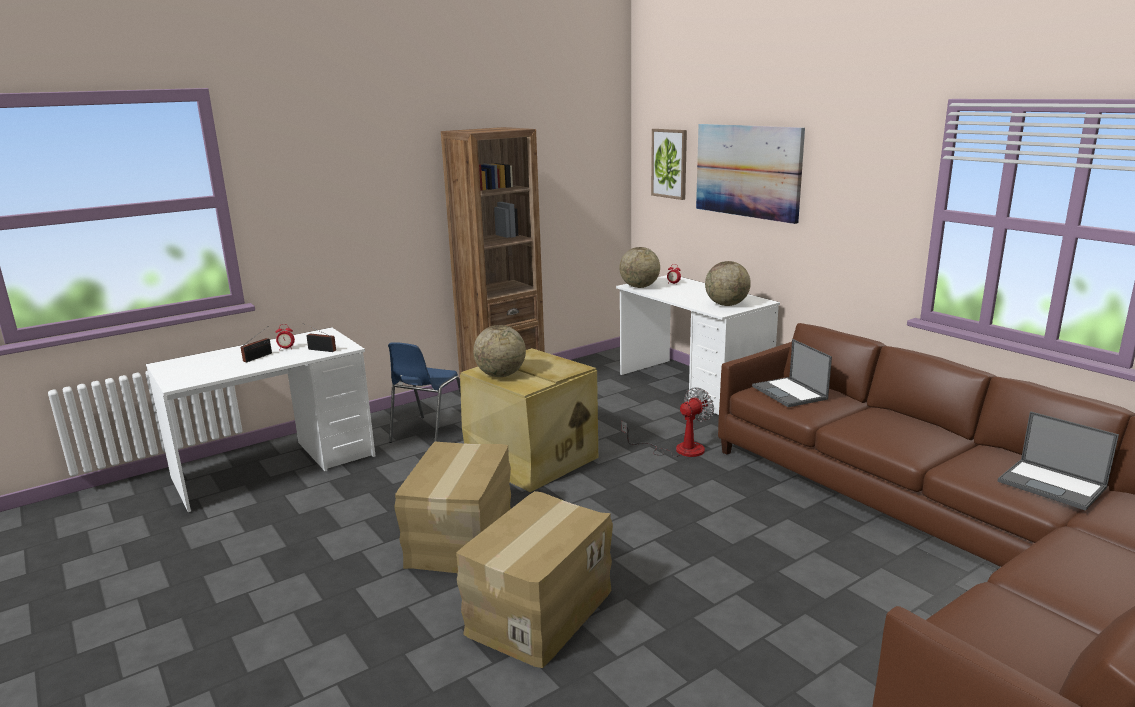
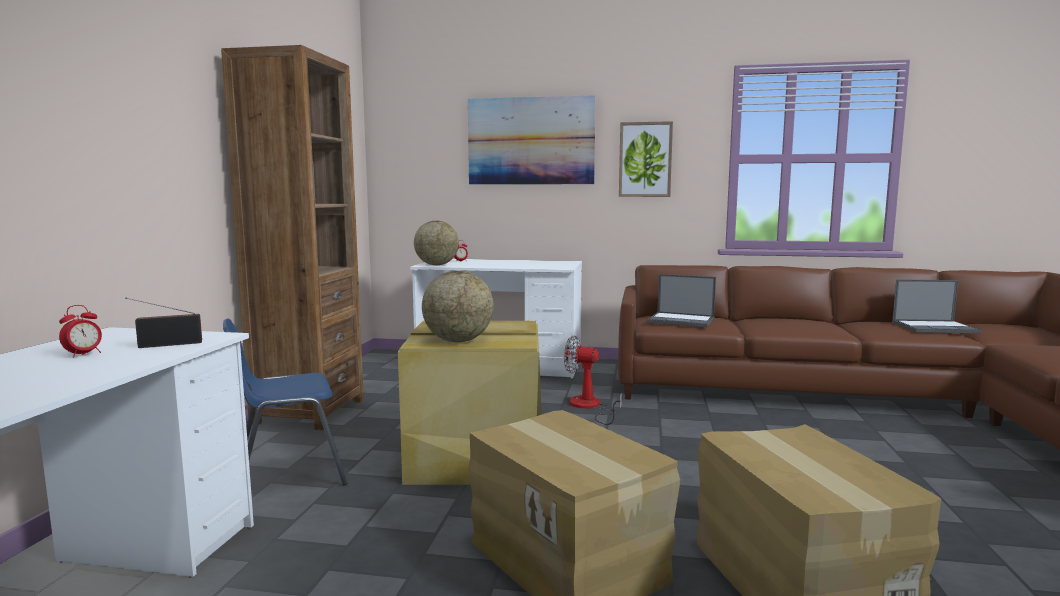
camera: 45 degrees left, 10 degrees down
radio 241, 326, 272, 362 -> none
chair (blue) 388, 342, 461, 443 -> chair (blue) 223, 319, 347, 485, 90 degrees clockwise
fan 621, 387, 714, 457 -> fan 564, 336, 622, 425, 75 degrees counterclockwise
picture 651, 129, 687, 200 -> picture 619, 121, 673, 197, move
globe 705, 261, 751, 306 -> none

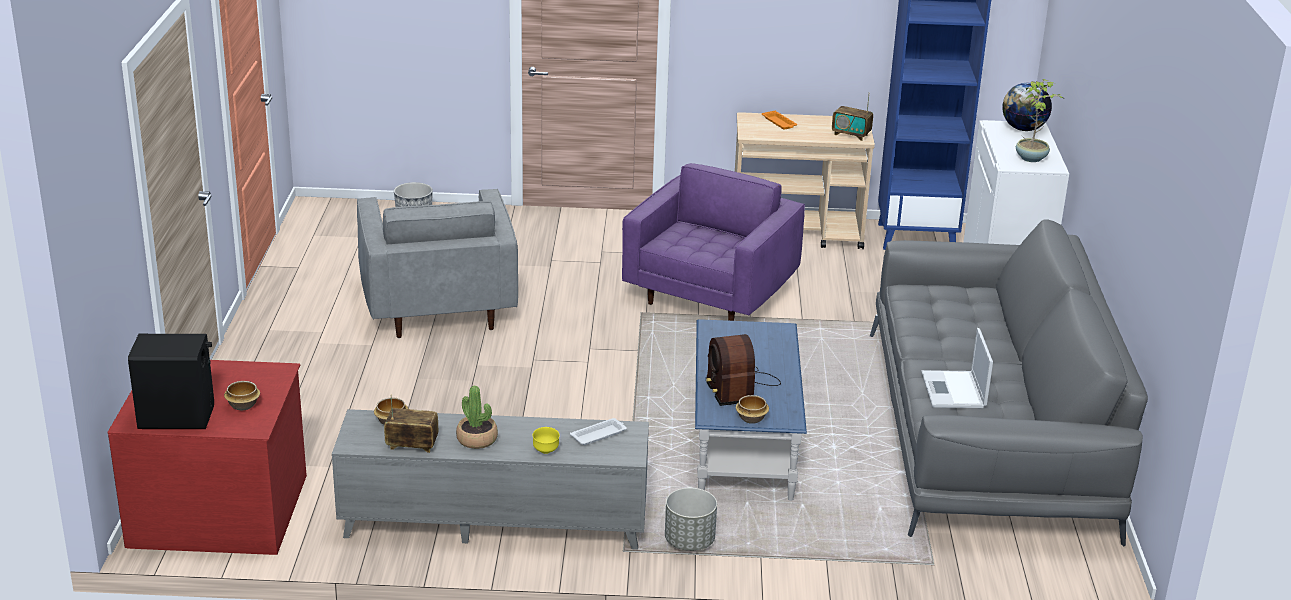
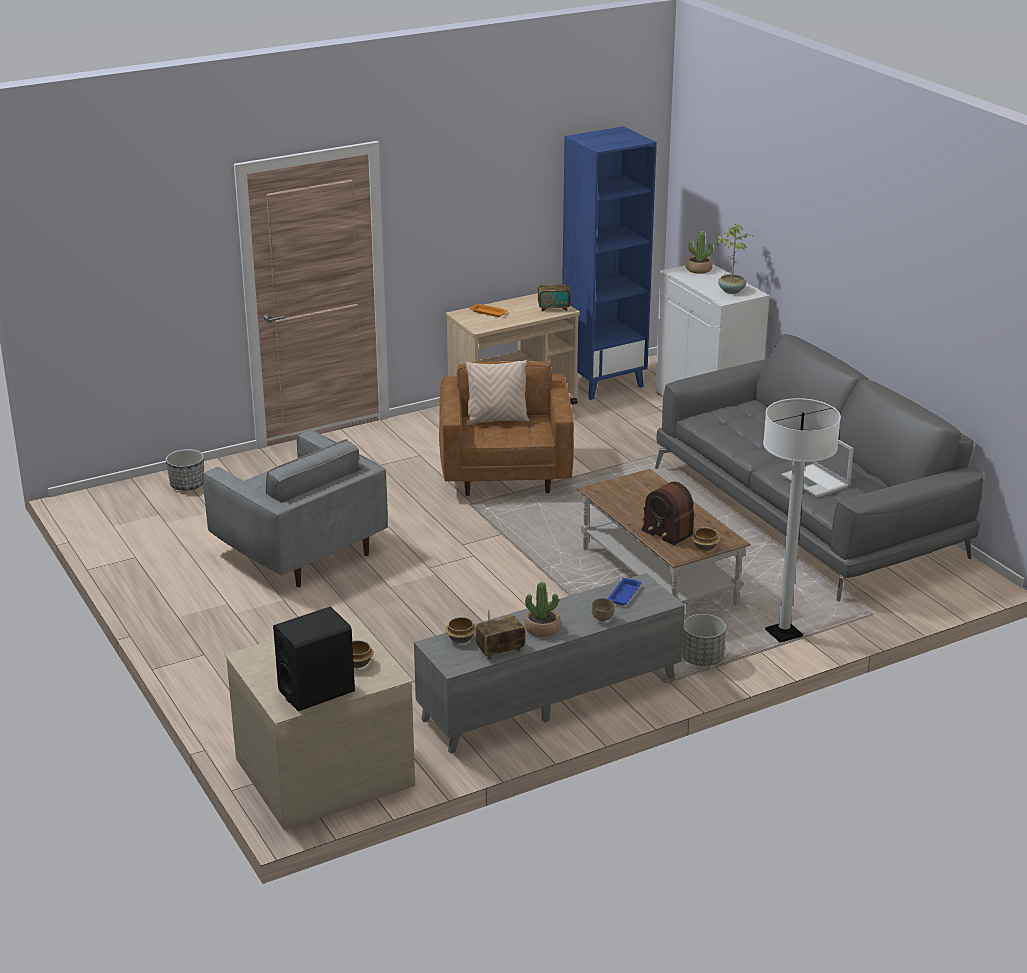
camera: 30 degrees left, 0 degrees up
dresser (red) 107, 360, 307, 555 -> dresser (beige) 225, 616, 415, 830
bowl (yellow) 533, 427, 560, 454 -> bowl (brown) 592, 598, 615, 621
tray (white) 570, 418, 627, 445 -> tray (blue) 608, 578, 642, 605
armchair (purple) 622, 163, 805, 321 -> armchair (brown) 439, 361, 574, 496
coffee table (blue) 695, 319, 807, 501 -> coffee table (brown) 577, 469, 751, 606
globe 1002, 83, 1052, 131 -> potted plant 686, 231, 713, 274
none -> pillow (beige) 465, 360, 529, 425
none -> floor lamp (white) 763, 398, 841, 643

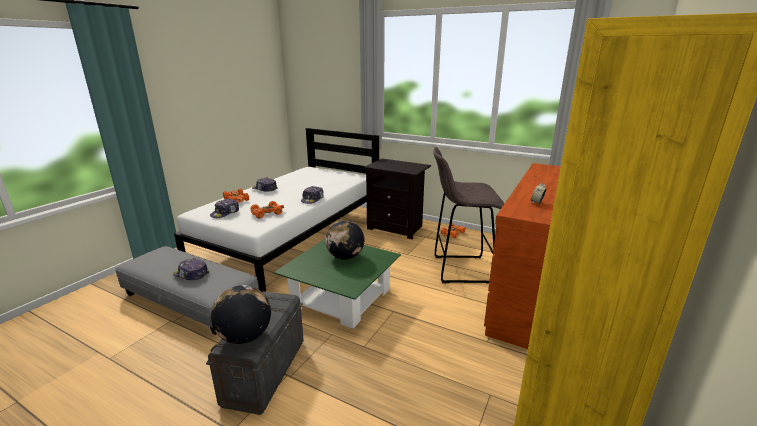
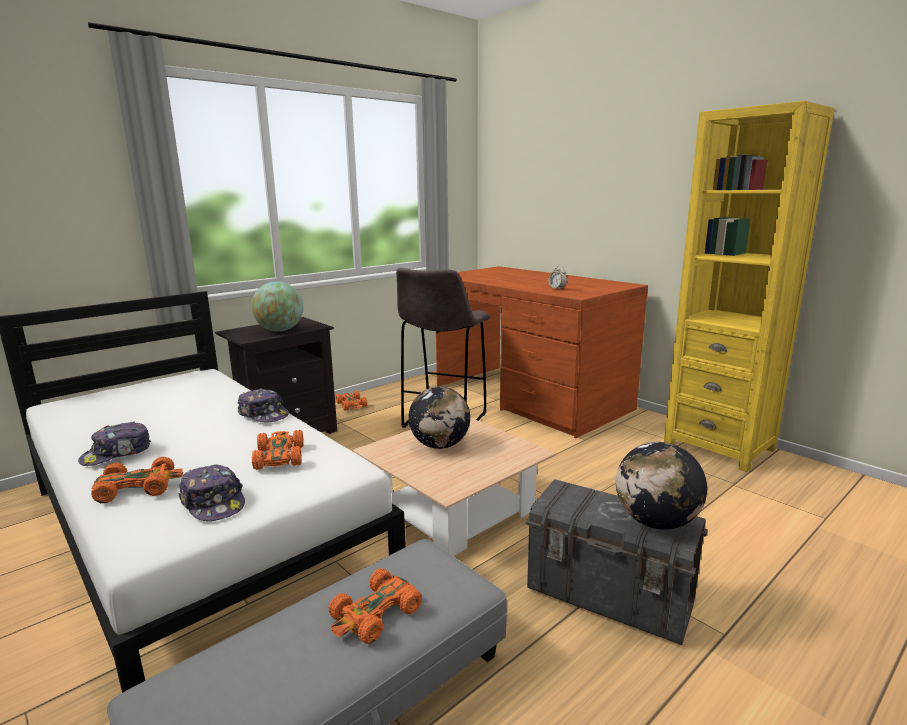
camera: 70 degrees left, 5 degrees down
cap 173, 258, 209, 280 -> toy car (orange) 328, 568, 422, 644
coffee table (green) 274, 239, 401, 329 -> coffee table (beige) 352, 418, 557, 556
none -> globe 251, 282, 304, 332

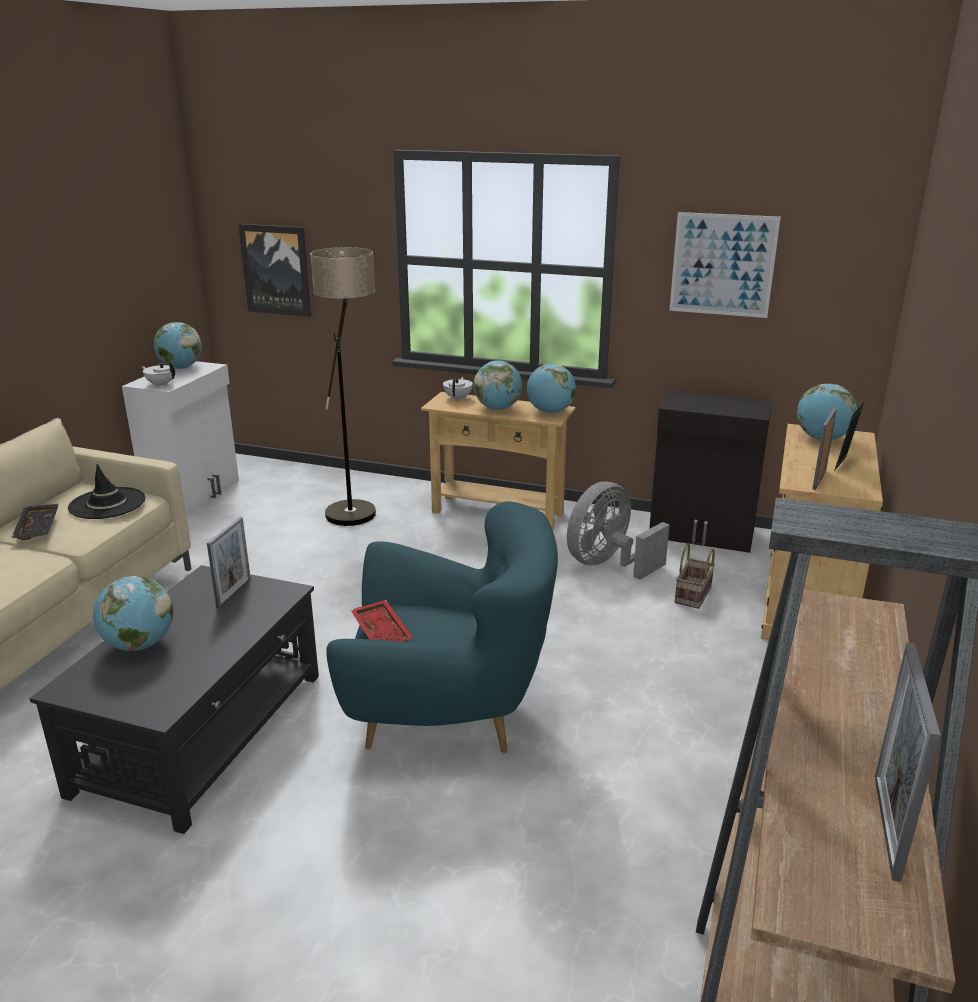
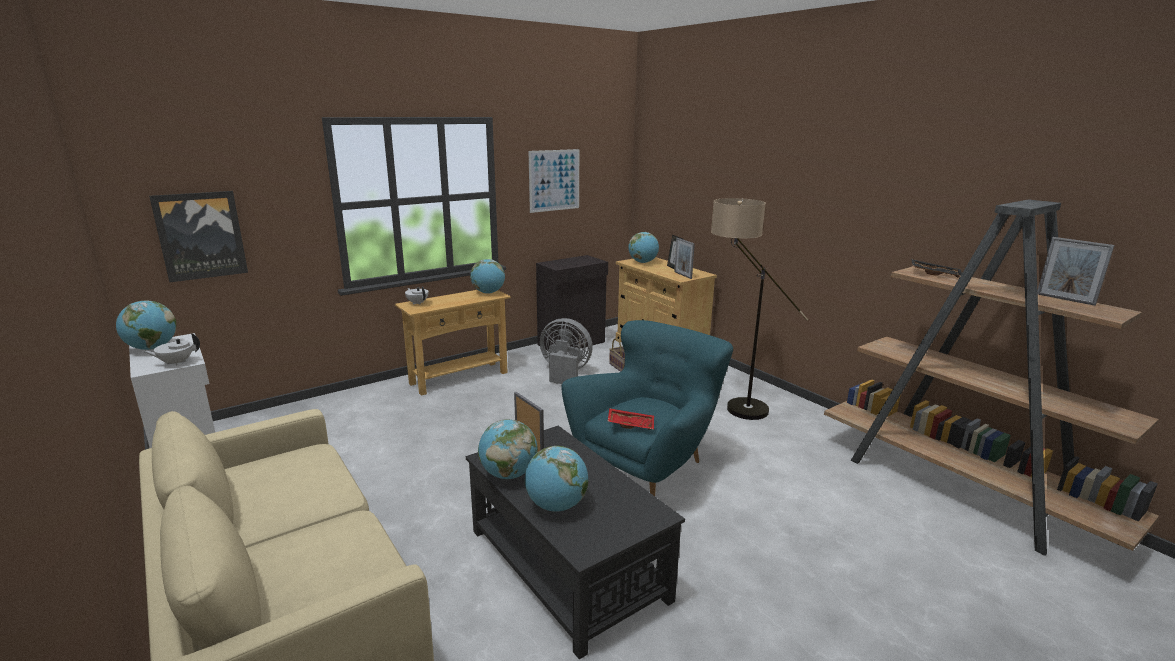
camera: 55 degrees left, 5 degrees down
tray (black) 11, 504, 59, 540 -> tray (black) 911, 259, 962, 278, move
hat (black) 68, 464, 146, 519 -> none
floor lamp 310, 247, 376, 526 -> floor lamp 711, 198, 808, 420, move
globe 474, 361, 522, 410 -> globe 478, 419, 538, 479, move
fan (grey) 567, 482, 669, 580 -> fan (grey) 540, 318, 593, 384, 120 degrees clockwise

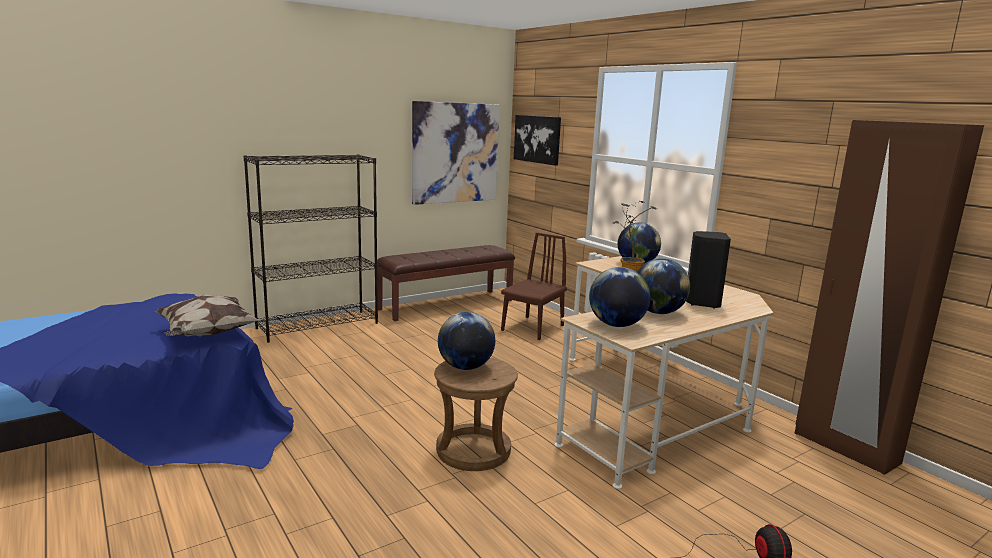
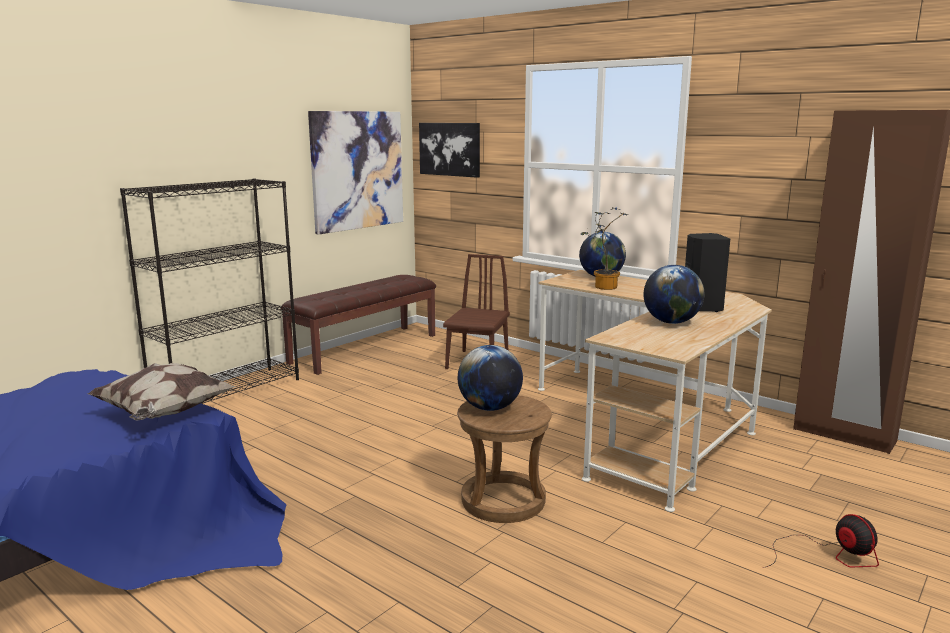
camera: 15 degrees left, 0 degrees up
globe 589, 267, 650, 327 -> none

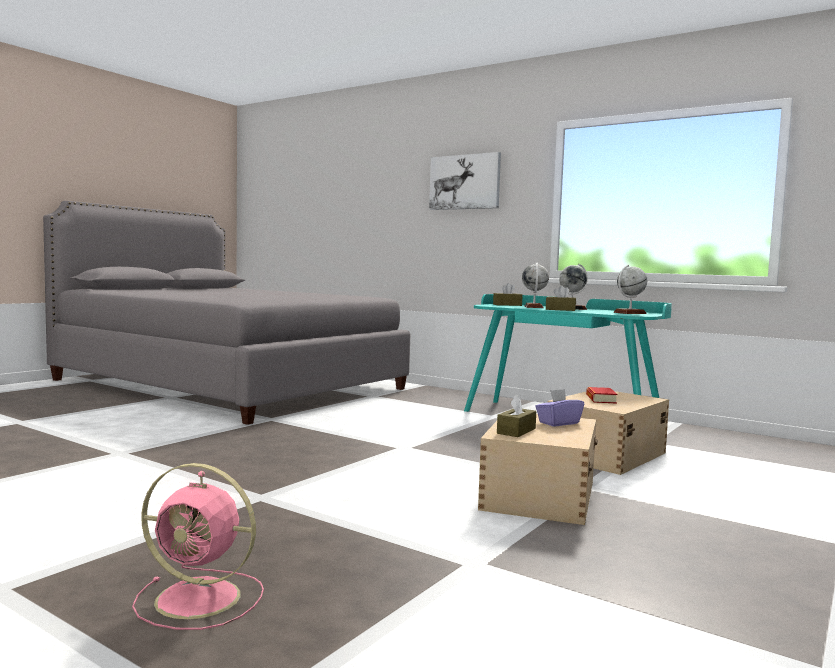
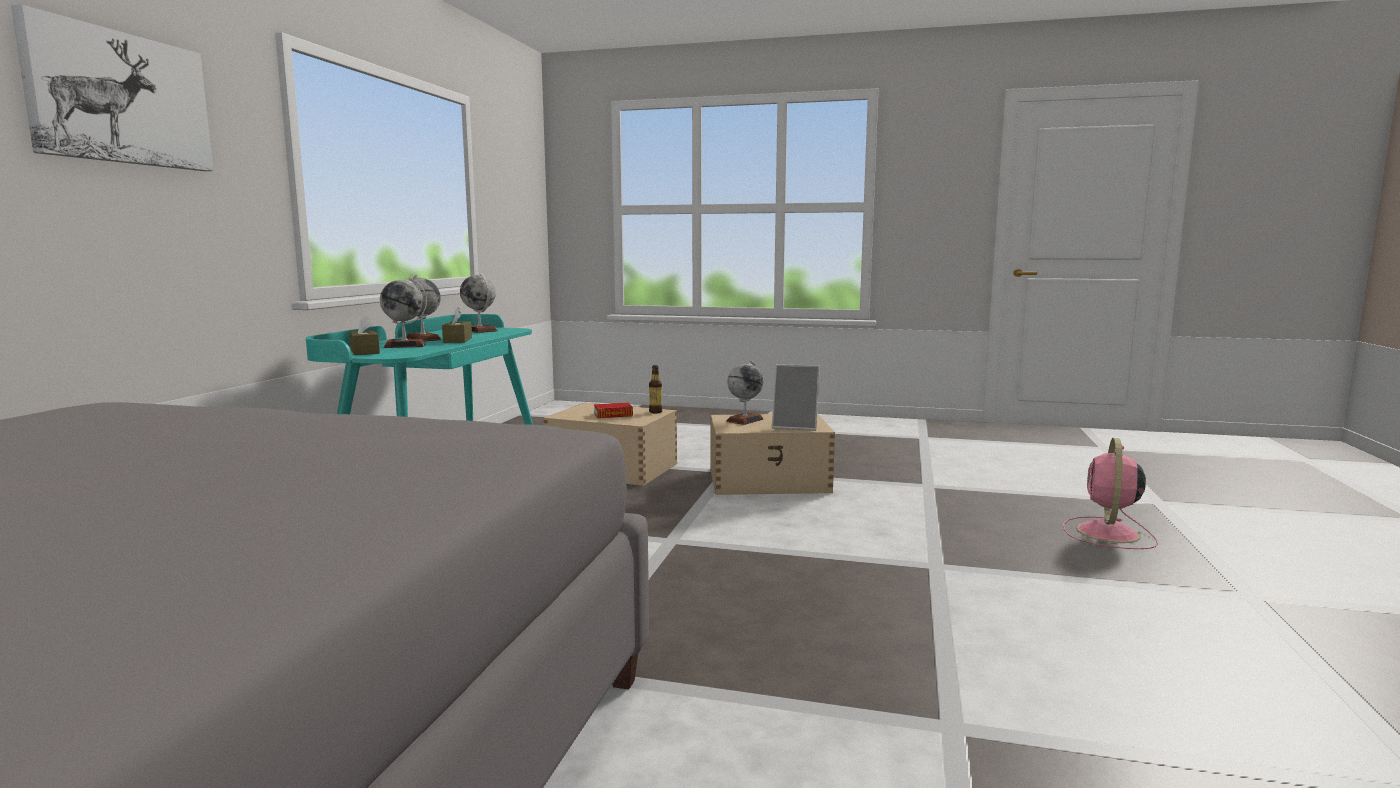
camera: 110 degrees left, 5 degrees up
fan (pink) 132, 463, 264, 630 -> fan (pink) 1063, 438, 1158, 549, 150 degrees counterclockwise
tissue box (brown) 497, 394, 536, 437 -> picture frame 772, 364, 820, 431
tissue box (purple) 535, 389, 584, 426 -> globe 726, 361, 764, 425
none -> bottle 649, 365, 662, 413

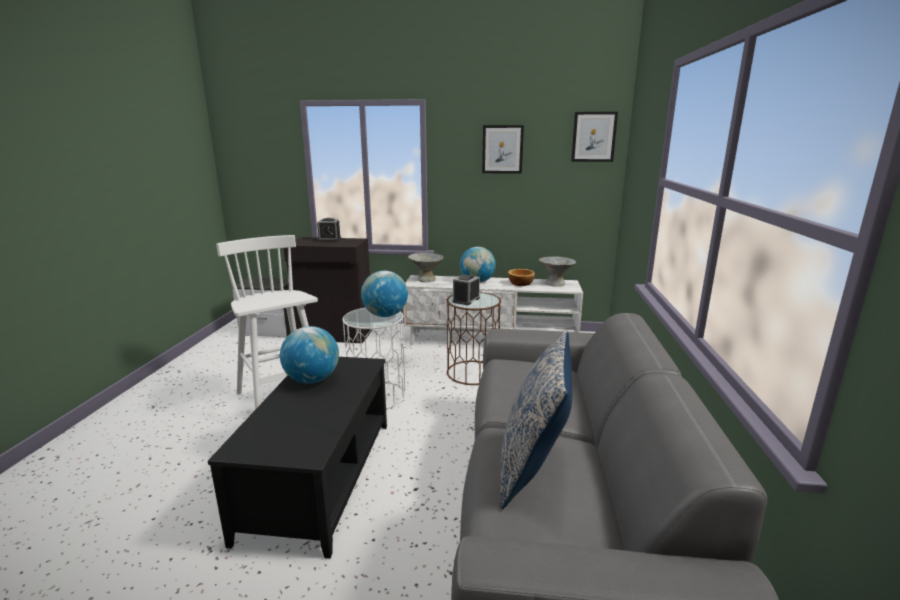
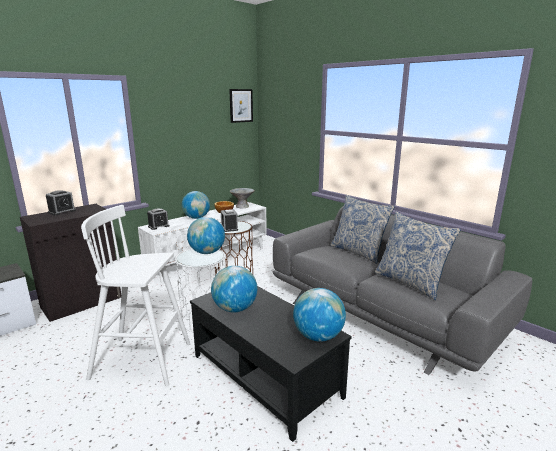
camera: 50 degrees left, 0 degrees up
bowl (grey) 408, 253, 444, 282 -> alarm clock 147, 208, 170, 230
picture 482, 125, 524, 174 -> none
none -> globe 293, 288, 346, 342
none -> pillow 330, 195, 395, 264

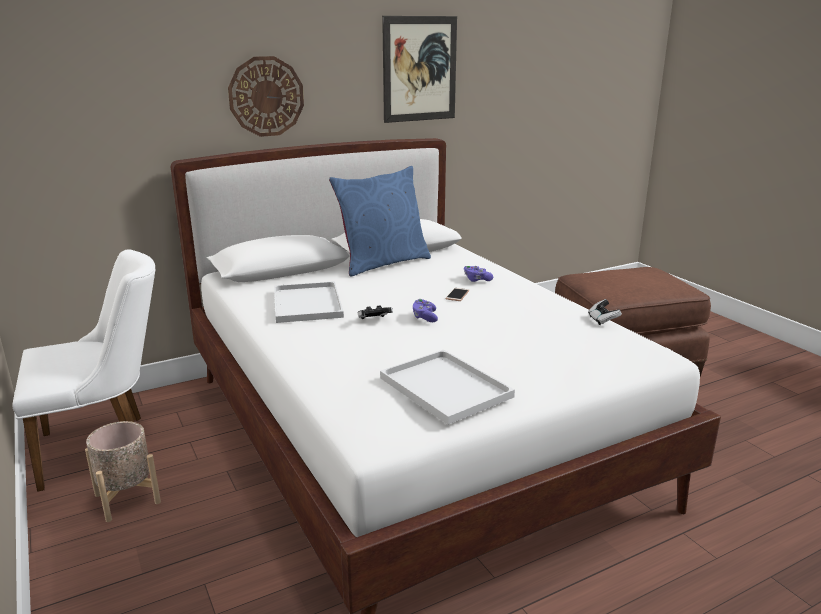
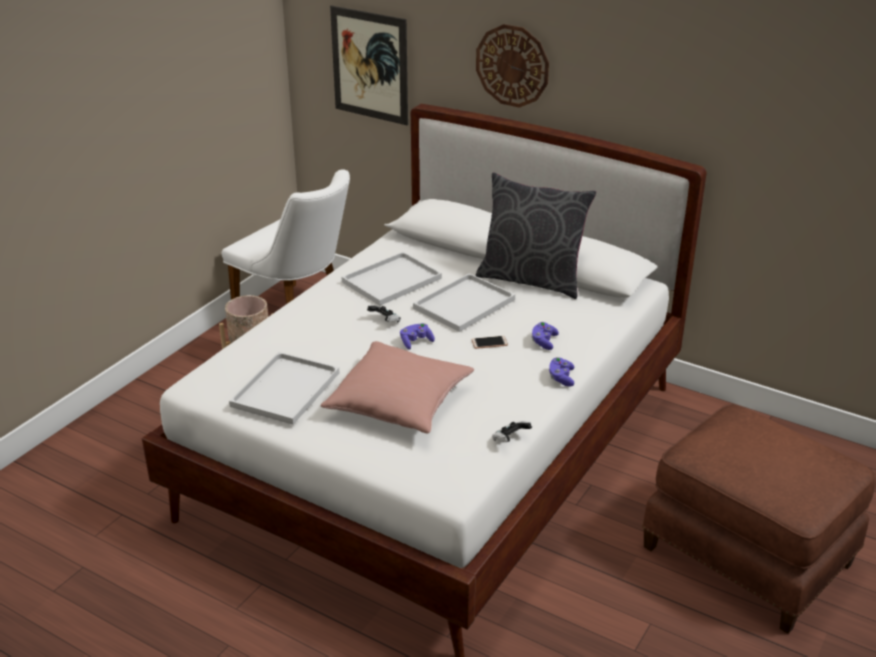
camera: 60 degrees right, 10 degrees up
pillow (blue) 329, 166, 431, 277 -> pillow (grey) 476, 172, 596, 299
picture 382, 16, 457, 123 -> picture 330, 5, 408, 125, move
none -> pillow (pink) 320, 341, 474, 434
none -> tray (white) 413, 273, 515, 332
none -> game controller (purple) 549, 357, 575, 387

